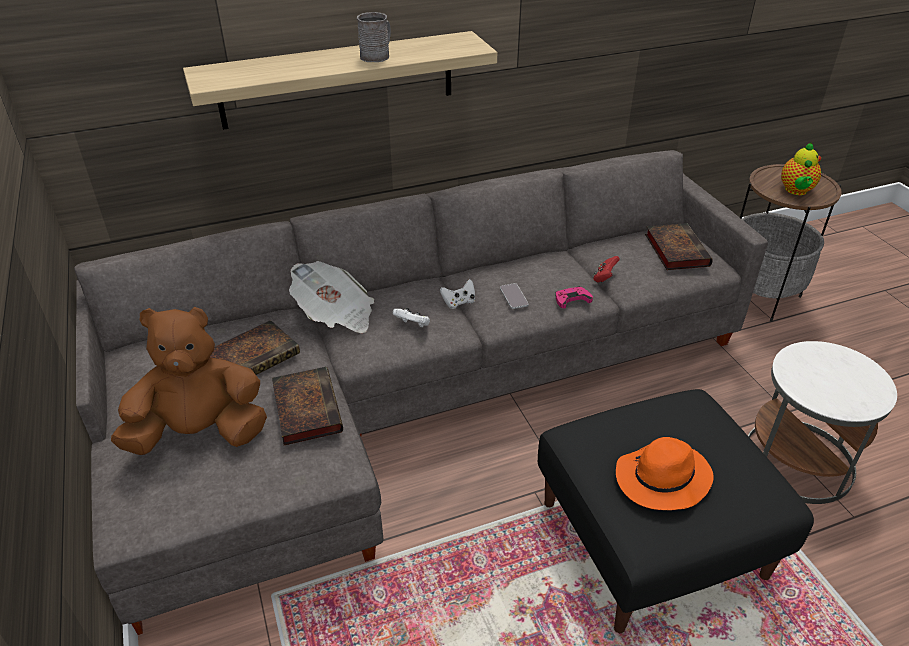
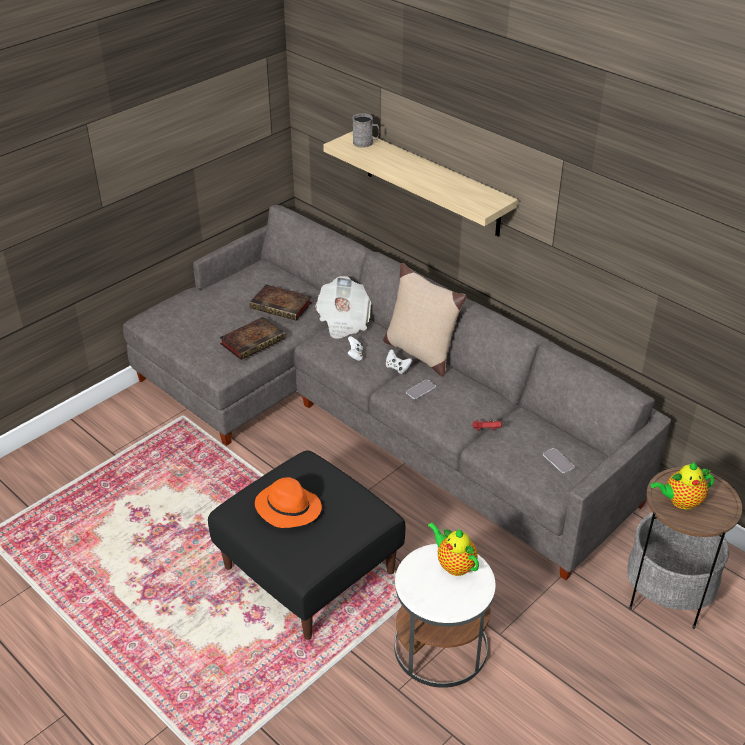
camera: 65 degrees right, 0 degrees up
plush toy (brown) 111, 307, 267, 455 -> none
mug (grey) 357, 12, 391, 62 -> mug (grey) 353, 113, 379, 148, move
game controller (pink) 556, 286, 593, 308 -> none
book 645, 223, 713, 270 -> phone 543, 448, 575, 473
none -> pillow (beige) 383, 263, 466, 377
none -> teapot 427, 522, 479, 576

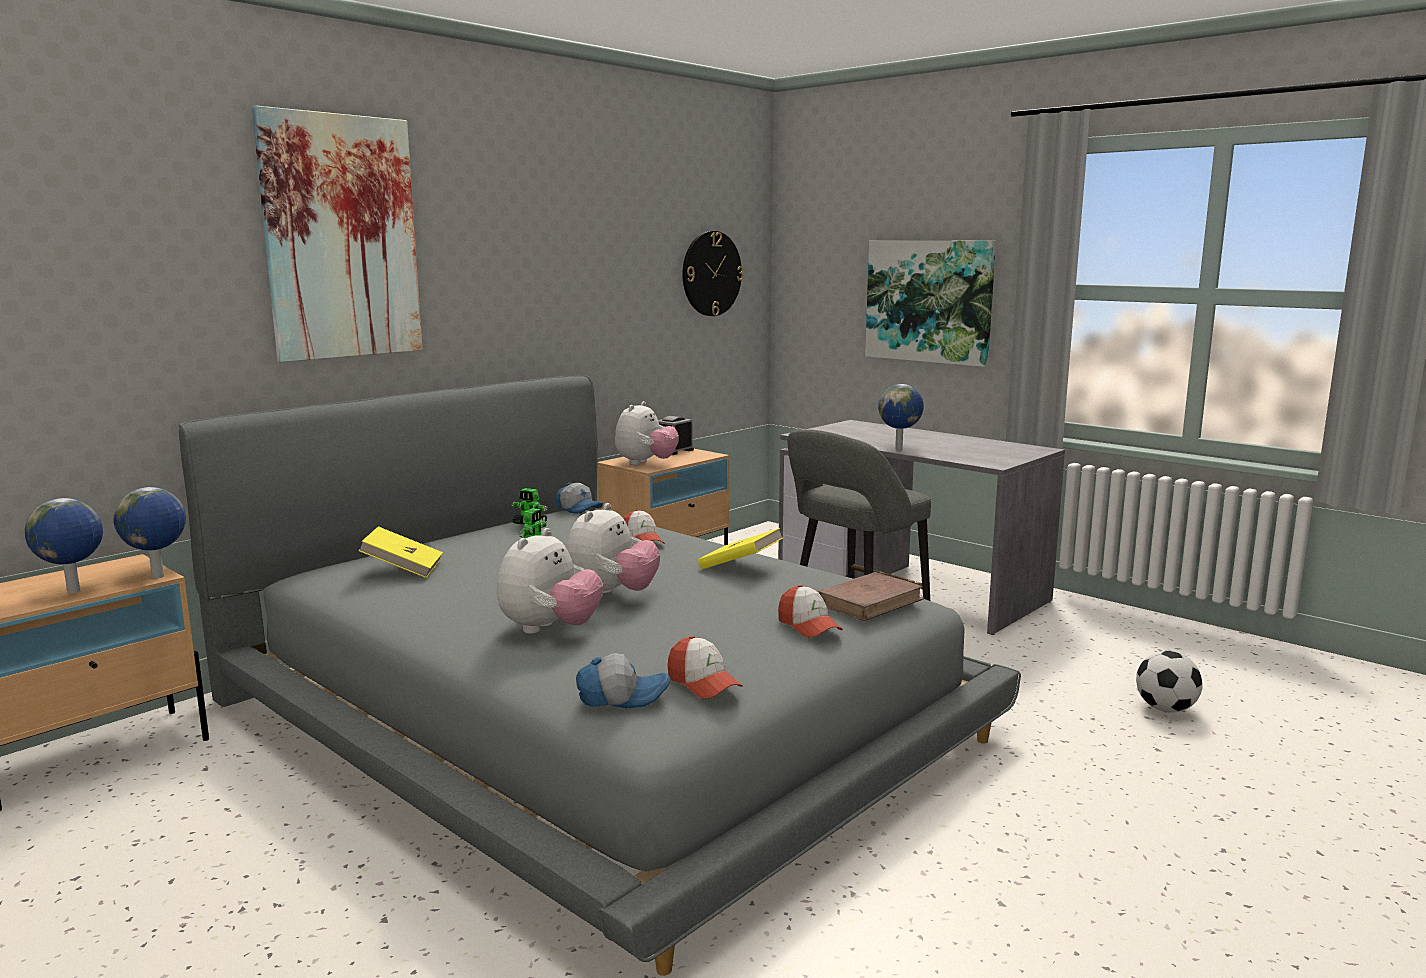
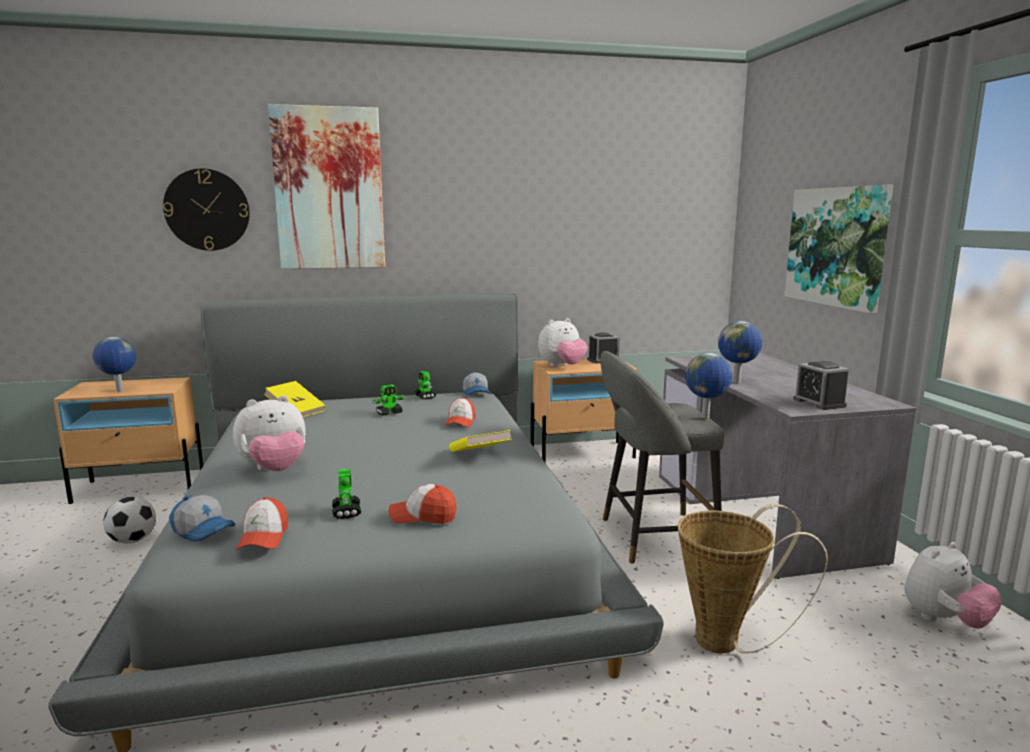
camera: 35 degrees right, 0 degrees up
globe 113, 487, 186, 579 -> globe 685, 353, 732, 419, move
plush toy 566, 503, 660, 597 -> plush toy 904, 542, 1002, 629, move
wall clock 683, 231, 743, 316 -> wall clock 163, 168, 250, 251, move
cap 778, 585, 843, 638 -> cap 388, 484, 457, 524, 90 degrees clockwise
book (brown) 817, 572, 924, 621 -> none
football 1136, 651, 1203, 713 -> football 103, 497, 156, 543, move
none -> toy robot 332, 469, 361, 519
none -> basket 678, 504, 828, 653
none -> alarm clock 793, 361, 849, 410

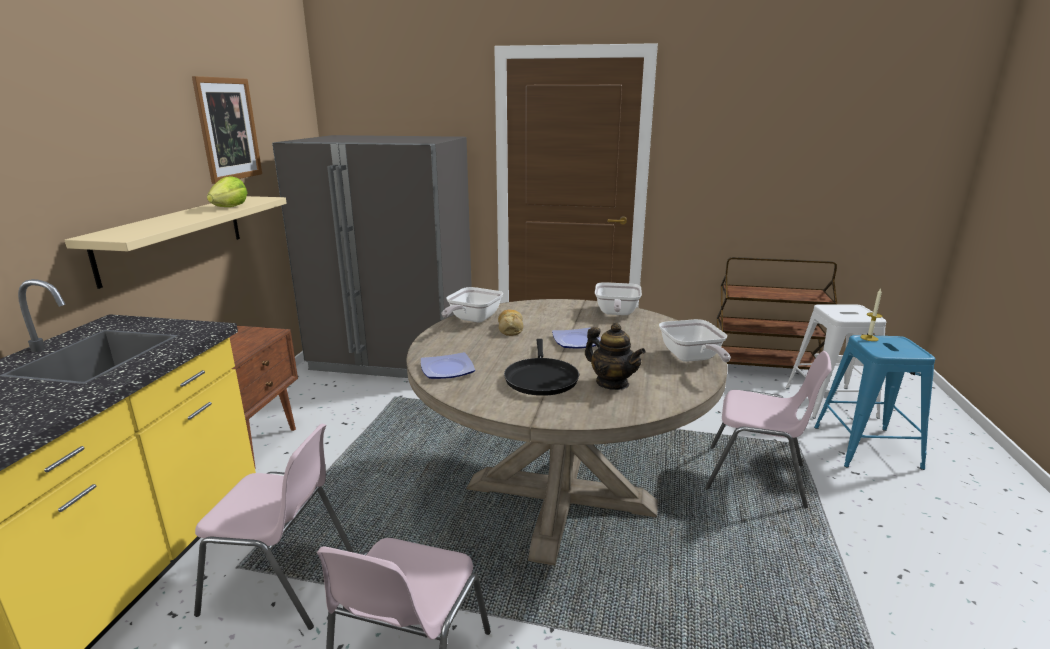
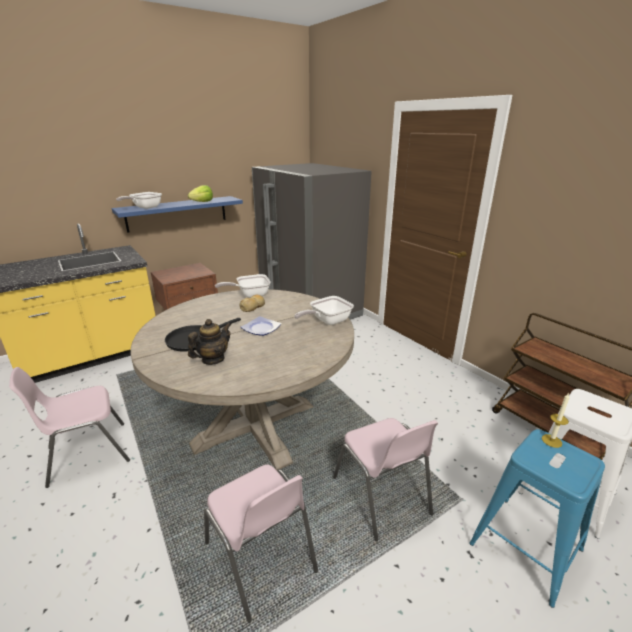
camera: 45 degrees right, 5 degrees up
shelf (beige) 65, 196, 287, 289 -> shelf (blue) 112, 196, 243, 233
picture 192, 76, 262, 184 -> none
chair (pink) 194, 424, 354, 630 -> chair (pink) 204, 465, 318, 623, move
plate 421, 352, 475, 379 -> none
teapot 585, 323, 646, 390 -> teapot 188, 319, 231, 365, 135 degrees counterclockwise
frying pan 659, 319, 731, 362 -> frying pan 116, 192, 162, 209, move

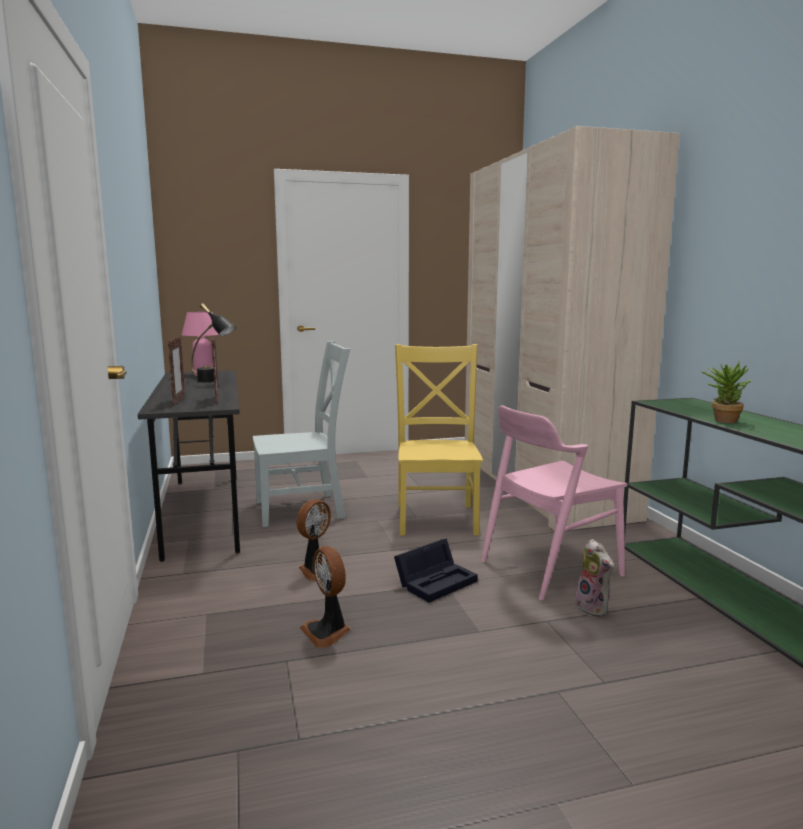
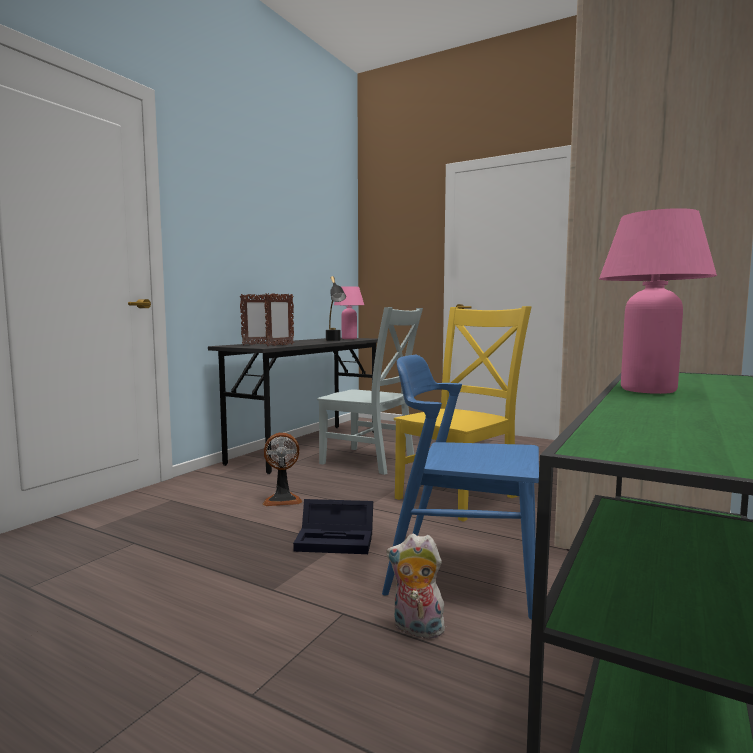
camera: 45 degrees right, 5 degrees down
fan 300, 546, 351, 648 -> none
chair (pink) 481, 405, 627, 601 -> chair (blue) 382, 355, 539, 620
plush toy 575, 539, 614, 617 -> plush toy 387, 533, 447, 639, 90 degrees clockwise
potted plant 701, 360, 752, 423 -> table lamp (pink) 599, 208, 717, 394

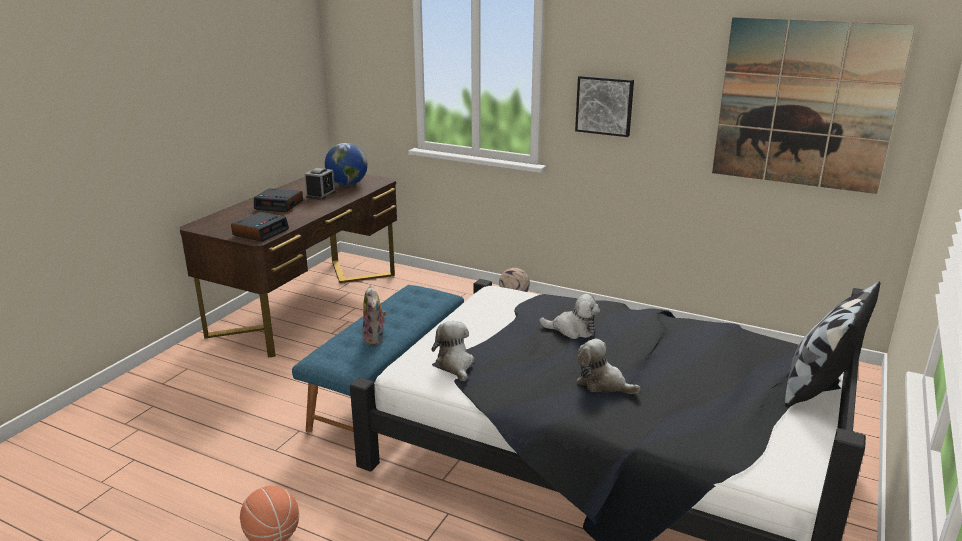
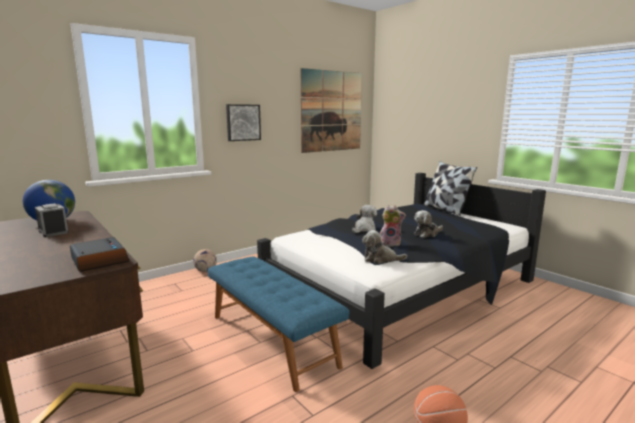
camera: 65 degrees left, 10 degrees down
alarm clock 254, 188, 303, 212 -> none
plush toy 362, 286, 387, 345 -> plush toy 380, 205, 406, 247, move

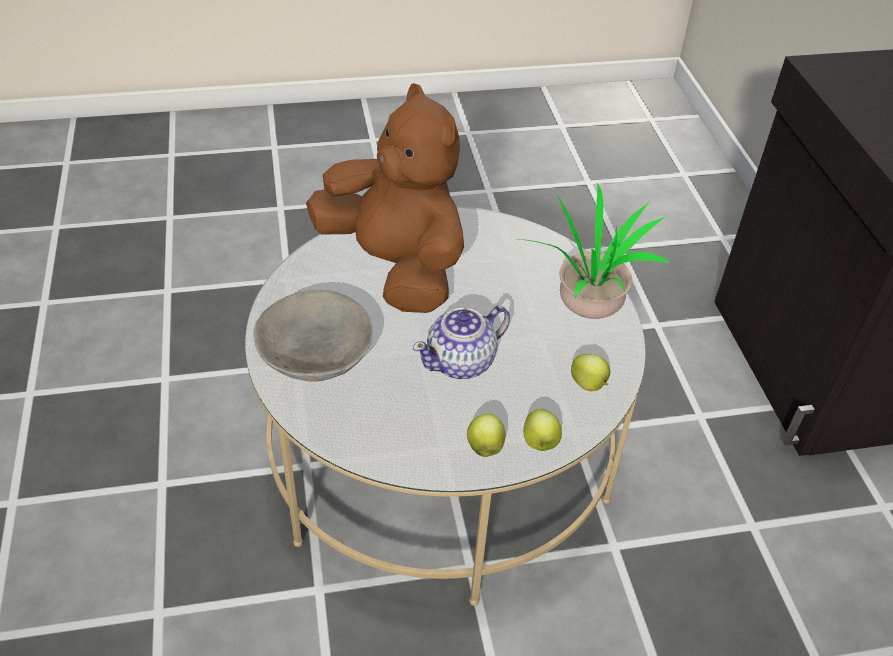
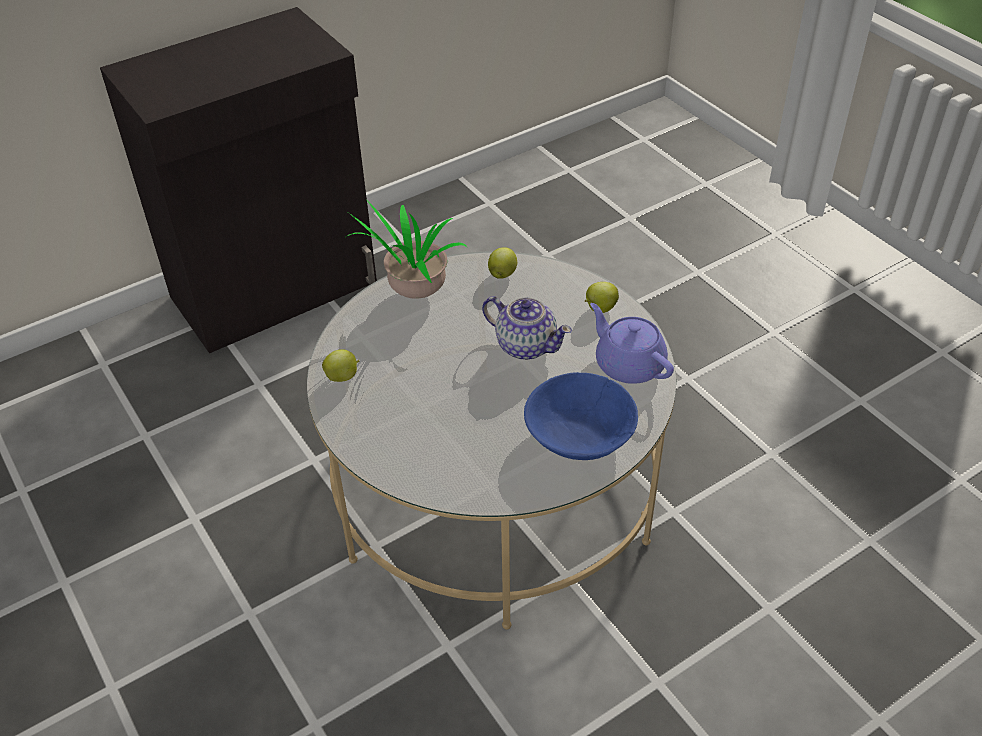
camera: 110 degrees left, 0 degrees up
bowl (grey) 253, 290, 373, 382 -> bowl (blue) 524, 372, 638, 460
plush toy (brown) 306, 83, 464, 313 -> none
apple 523, 409, 562, 451 -> apple 322, 349, 360, 382, move
none -> teapot (purple) 590, 303, 674, 384

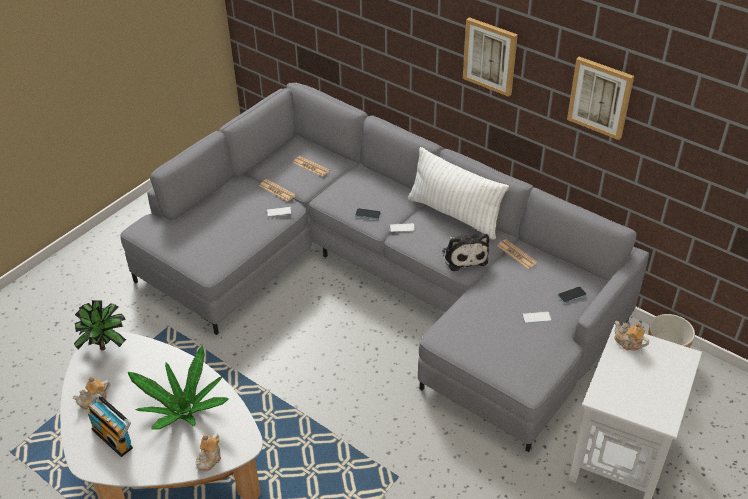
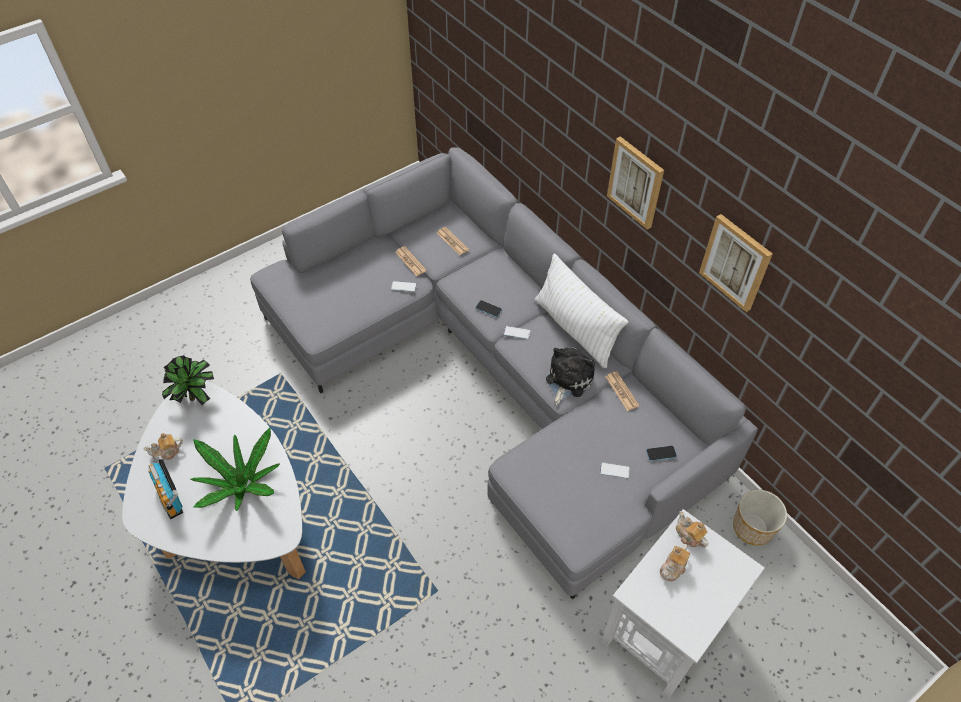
camera: 15 degrees right, 10 degrees up
teapot 195, 433, 221, 472 -> teapot 660, 544, 690, 582, move
plush toy 442, 233, 489, 271 -> plush toy 546, 347, 595, 405, 150 degrees counterclockwise

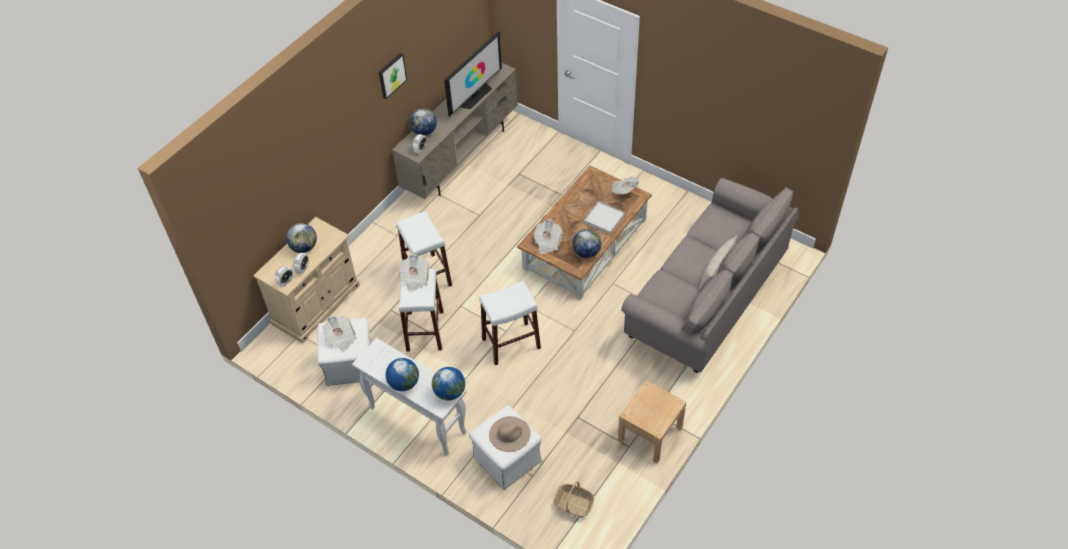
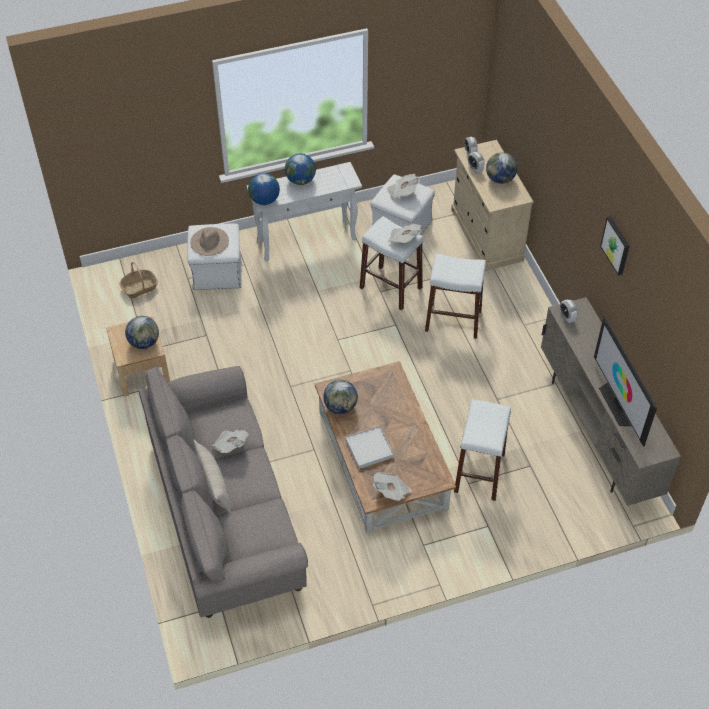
camera: 125 degrees right, 0 degrees up
globe 409, 108, 437, 136 -> globe 125, 316, 159, 349, move
stool (white) 479, 281, 541, 365 -> stool (white) 454, 400, 511, 501, move
newspaper 533, 220, 563, 254 -> newspaper 212, 430, 249, 453, move

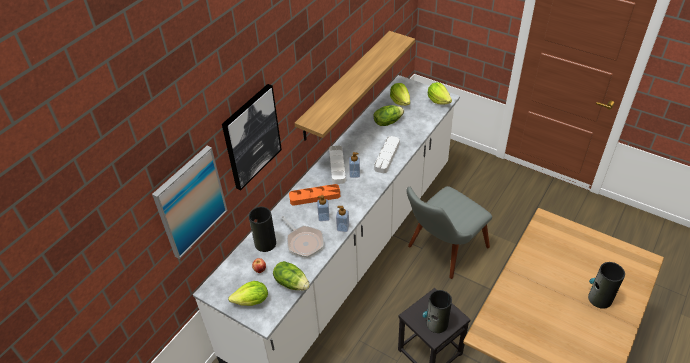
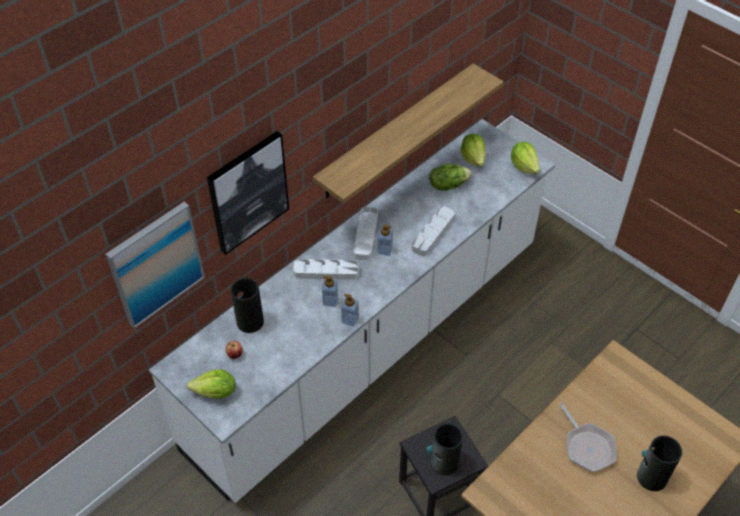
camera: 10 degrees right, 5 degrees up
lettuce 273, 261, 310, 290 -> none
frying pan 281, 216, 324, 258 -> frying pan 559, 402, 617, 472, move
tray (orange) 289, 184, 340, 205 -> tray (white) 293, 259, 359, 280
chair (grey) 406, 186, 492, 279 -> none

